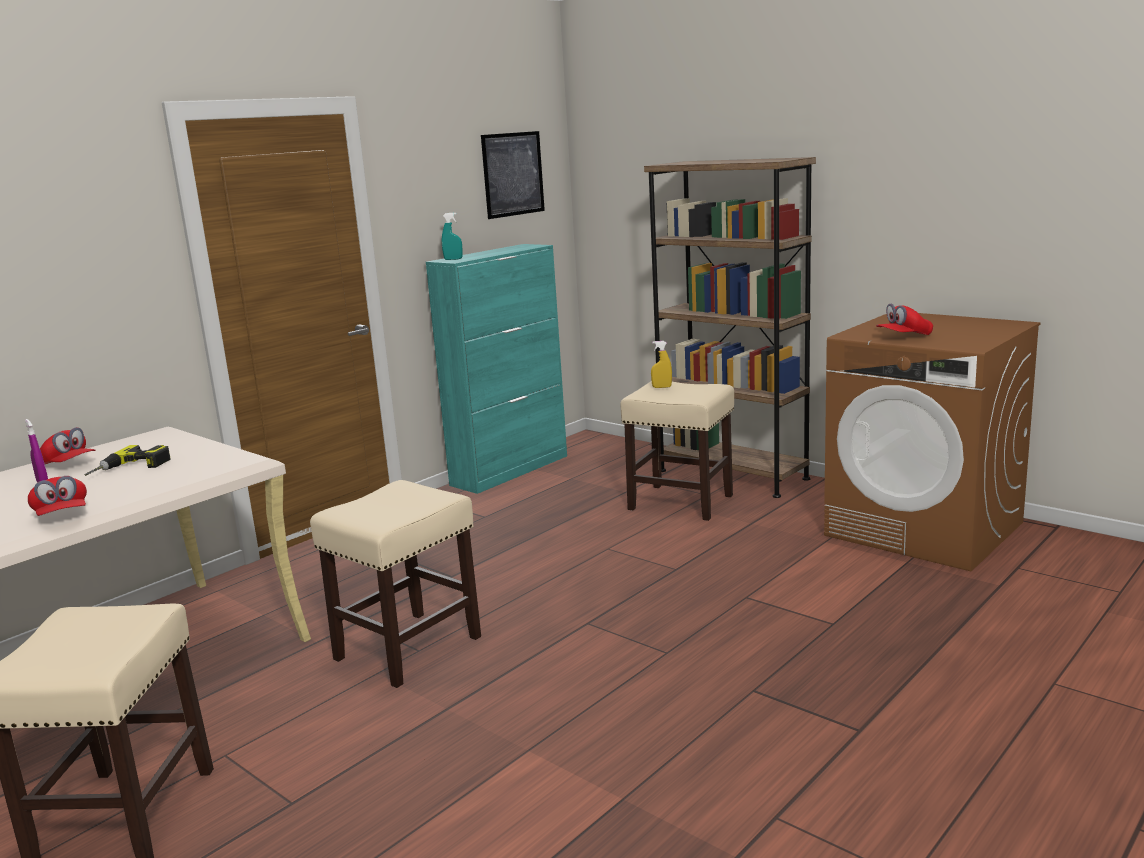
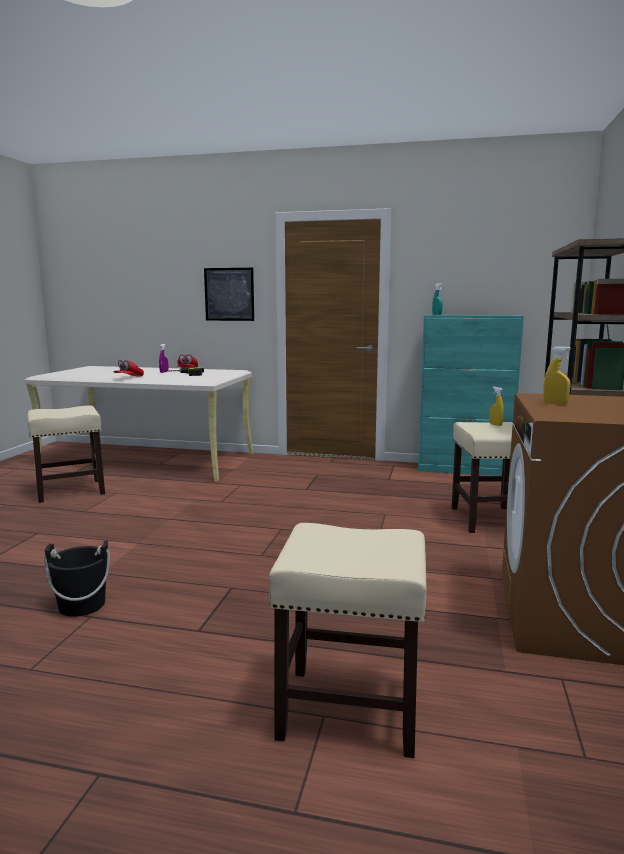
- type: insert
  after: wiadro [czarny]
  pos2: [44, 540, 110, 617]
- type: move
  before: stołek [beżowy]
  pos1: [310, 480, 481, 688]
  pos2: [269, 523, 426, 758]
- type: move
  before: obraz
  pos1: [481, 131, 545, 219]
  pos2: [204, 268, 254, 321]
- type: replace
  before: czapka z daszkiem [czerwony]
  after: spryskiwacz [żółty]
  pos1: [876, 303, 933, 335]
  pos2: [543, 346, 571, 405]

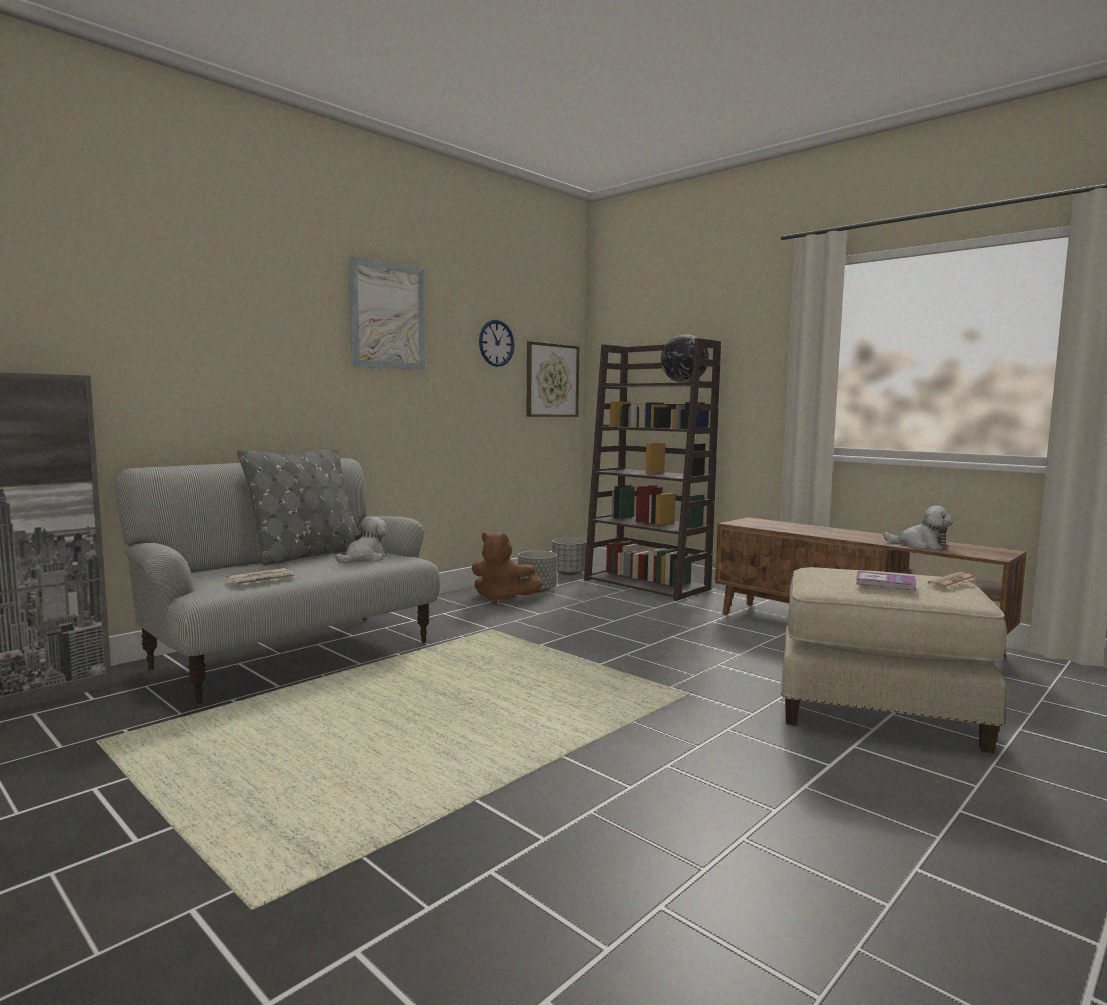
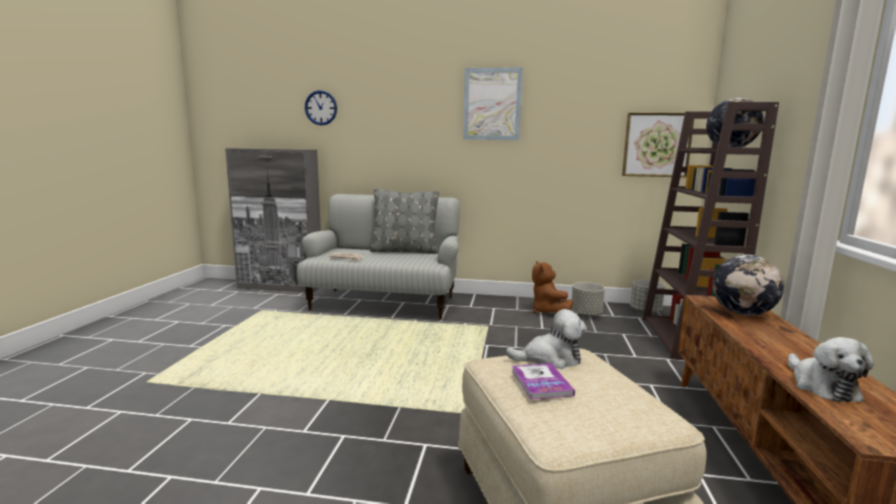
- type: delete
  before: gazeta
  pos1: [928, 572, 975, 589]
- type: insert
  after: globus
  pos2: [712, 255, 784, 316]
- type: move
  before: pluszak
  pos1: [336, 516, 388, 563]
  pos2: [506, 309, 587, 369]
- type: move
  before: zegar ścienny
  pos1: [479, 320, 515, 367]
  pos2: [305, 90, 337, 125]

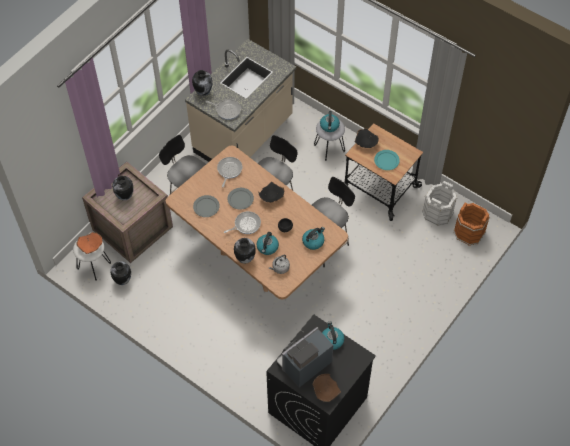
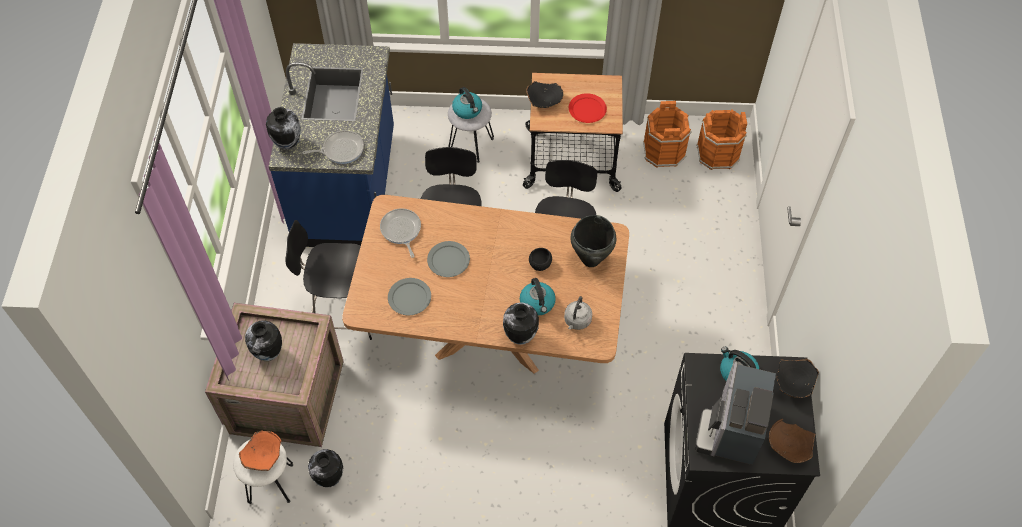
- type: delete
  before: patelnia
  pos1: [224, 211, 261, 234]
- type: move
  before: miska [czarny]
  pos1: [258, 182, 284, 203]
  pos2: [776, 359, 819, 398]
- type: replace
  before: czajnik
  after: garnek [czarny]
  pos1: [302, 227, 325, 250]
  pos2: [571, 215, 616, 267]
- type: recolor
  before: zabudowa kuchenna [beżowy]
  after: zabudowa kuchenna [niebieski]
  pos1: [185, 39, 296, 162]
  pos2: [269, 43, 394, 247]
- type: recolor
  before: talerz [turkusowy]
  after: talerz [czerwony]
  pos1: [374, 150, 400, 170]
  pos2: [569, 93, 607, 123]
- type: recolor
  before: wiadro [biały]
  after: wiadro [pomarańczowy]
  pos1: [422, 181, 457, 226]
  pos2: [643, 101, 692, 167]

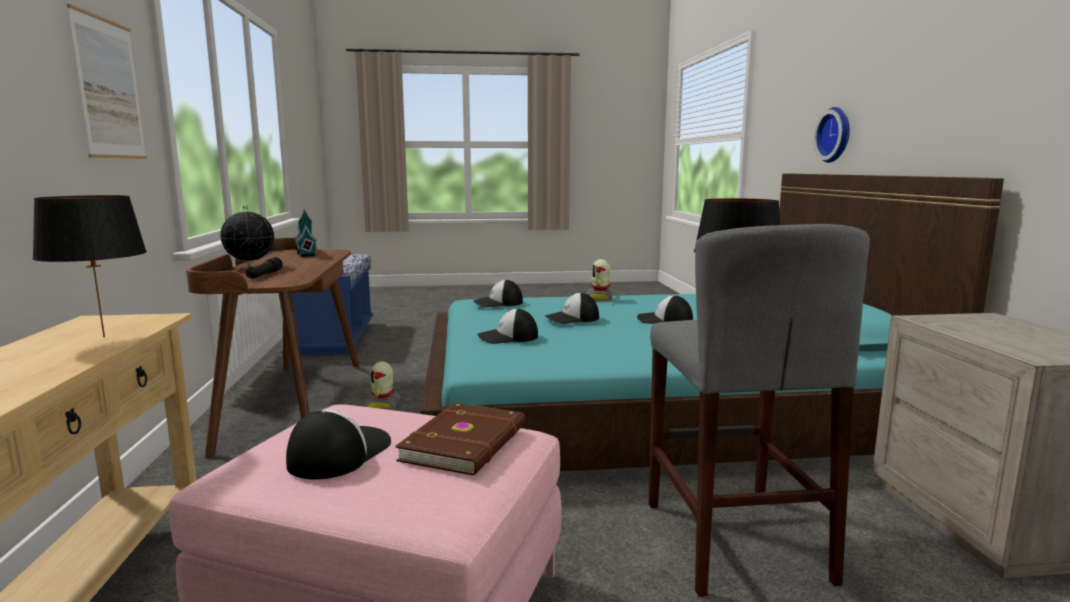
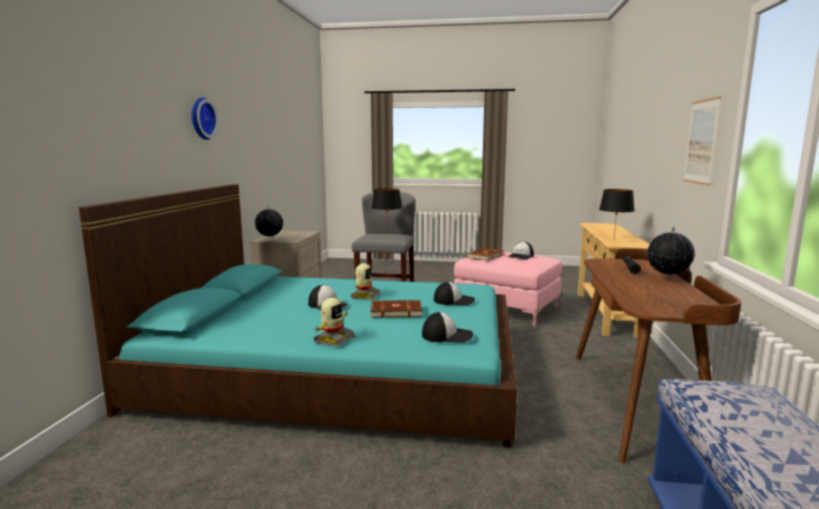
- type: delete
  before: domek
  pos1: [295, 208, 317, 257]
- type: insert
  after: globus
  pos2: [255, 206, 283, 239]
- type: move
  before: robot zabawkowy
  pos1: [363, 361, 400, 410]
  pos2: [351, 263, 380, 300]
- type: move
  before: zegar ścienny
  pos1: [813, 107, 850, 163]
  pos2: [191, 97, 218, 140]
- type: replace
  before: czapka z daszkiem
  after: książka [brązowy]
  pos1: [545, 292, 599, 324]
  pos2: [371, 300, 422, 318]

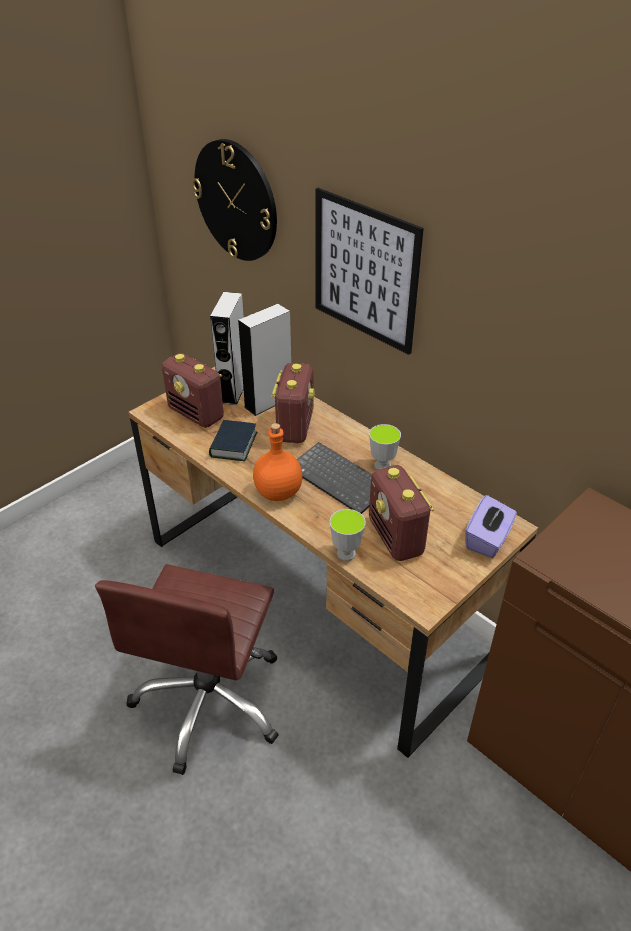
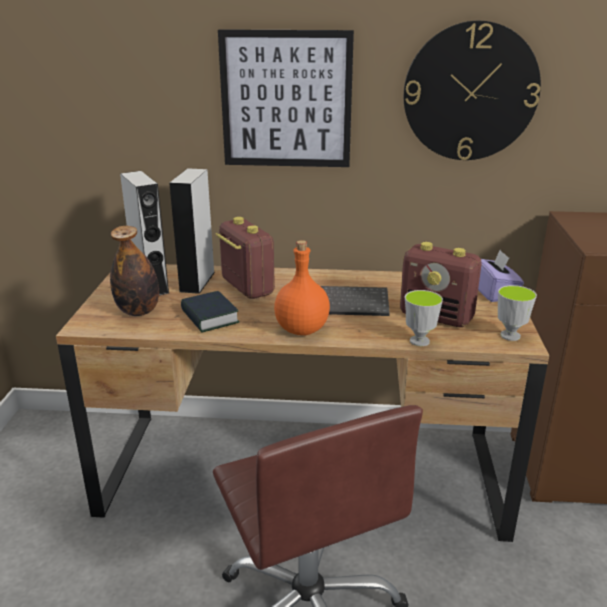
- type: move
  before: zegar ścienny
  pos1: [192, 139, 277, 261]
  pos2: [404, 21, 541, 160]
- type: move
  before: filiżanka
  pos1: [369, 424, 401, 470]
  pos2: [498, 285, 537, 341]
- type: replace
  before: radio
  after: butelka
  pos1: [162, 353, 224, 428]
  pos2: [110, 226, 159, 316]

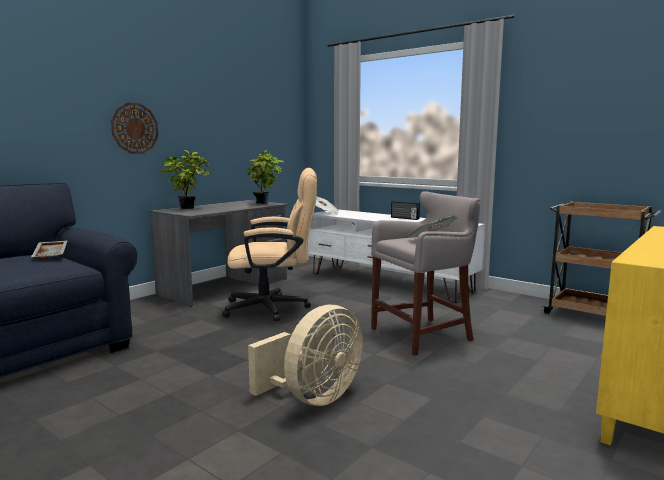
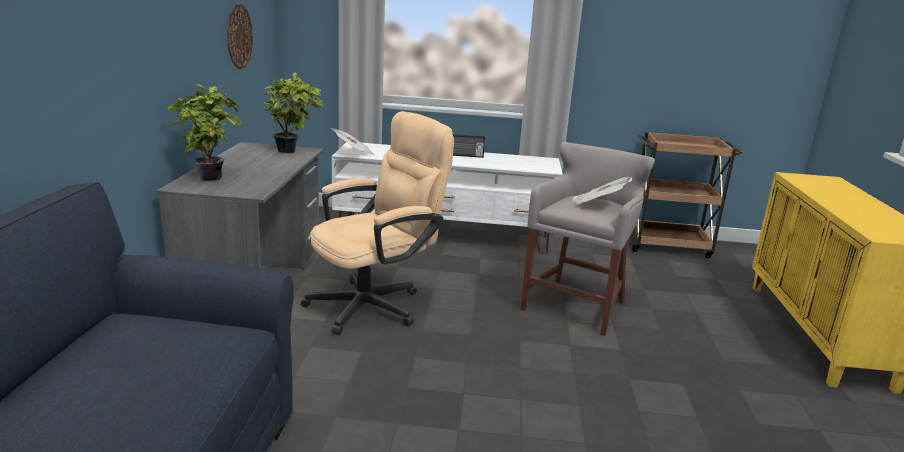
- type: delete
  before: taca [szary]
  pos1: [31, 240, 68, 260]
- type: delete
  before: wentylator [beżowy]
  pos1: [248, 305, 363, 406]
- type: move
  before: zegar ścienny
  pos1: [111, 103, 158, 154]
  pos2: [227, 4, 253, 69]

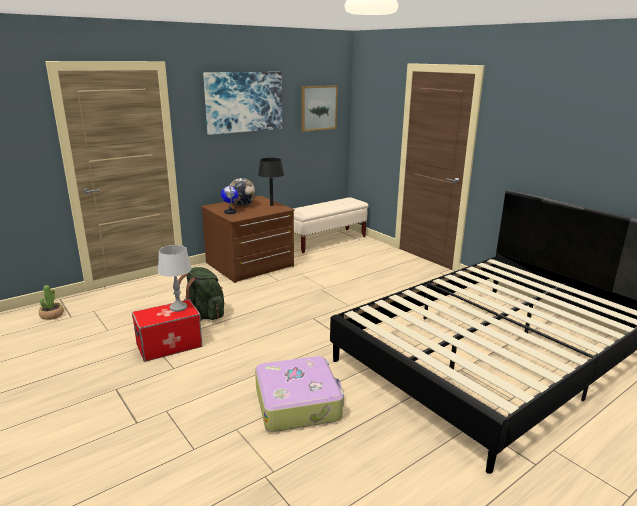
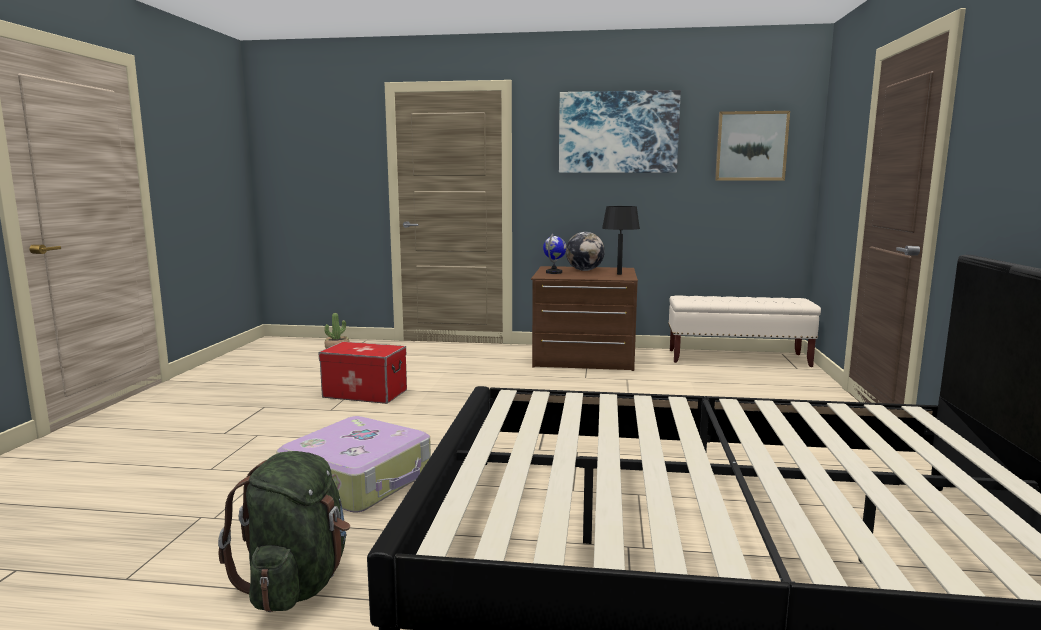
- type: delete
  before: lampa stołowa [szary]
  pos1: [158, 245, 192, 312]
- type: move
  before: plecak [zielony]
  pos1: [175, 267, 224, 321]
  pos2: [218, 451, 350, 612]

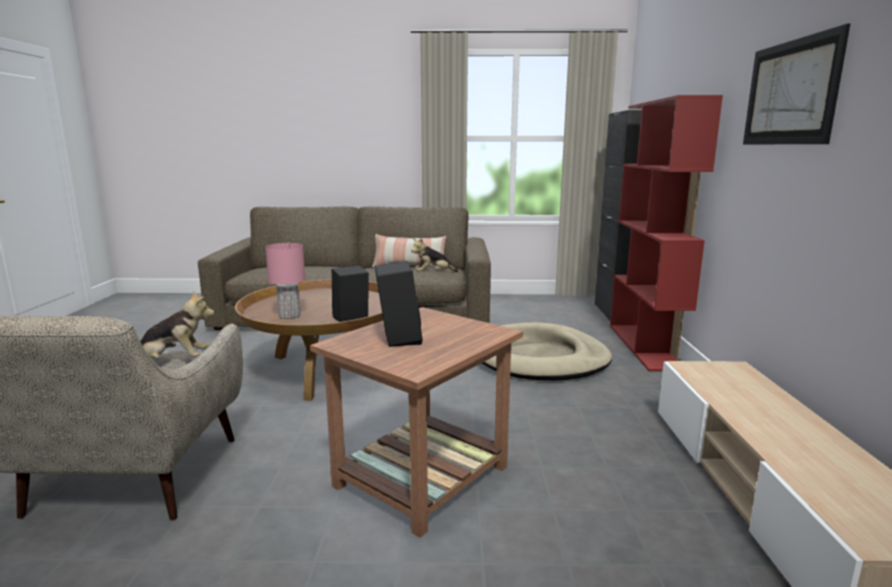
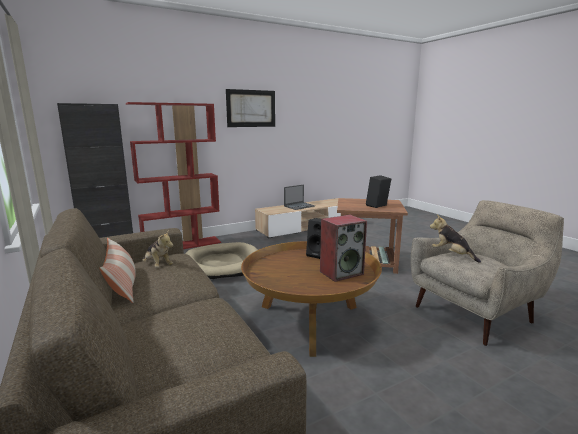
- type: insert
  after: laptop
  pos2: [284, 184, 315, 210]
- type: replace
  before: lampa stołowa [różowy]
  after: głośnik
  pos1: [265, 243, 305, 319]
  pos2: [320, 215, 367, 282]

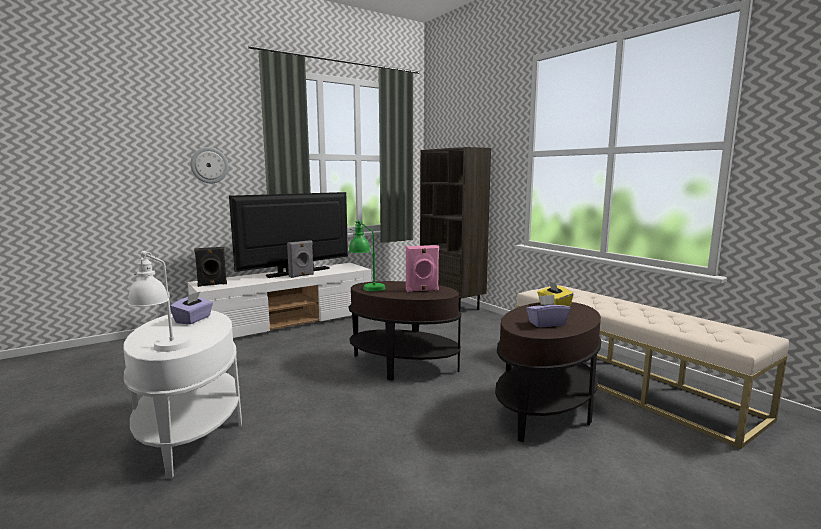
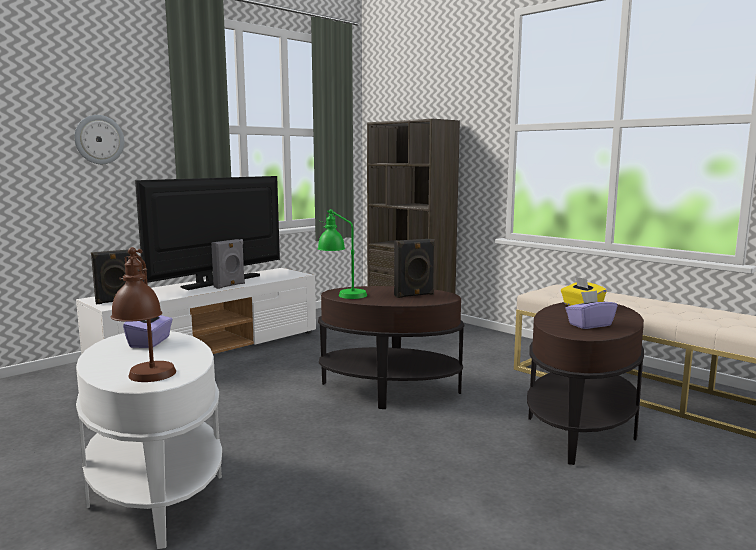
- type: recolor
  before: lampa stołowa [biały]
  after: lampa stołowa [brązowy]
  pos1: [128, 251, 191, 352]
  pos2: [111, 247, 176, 382]
- type: recolor
  before: głośnik [różowy]
  after: głośnik [czarny]
  pos1: [406, 245, 439, 292]
  pos2: [394, 239, 435, 298]

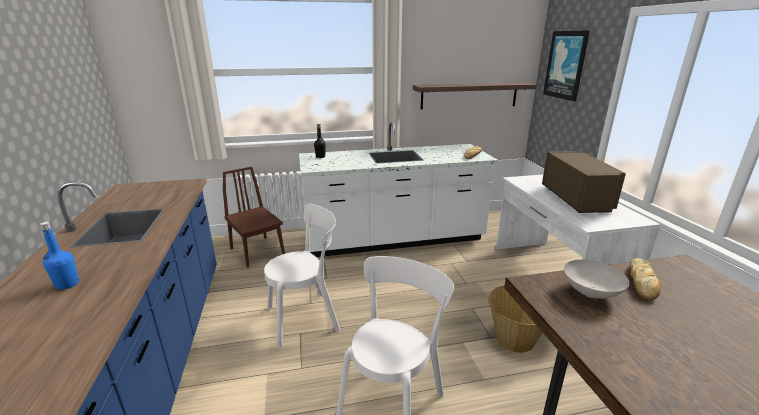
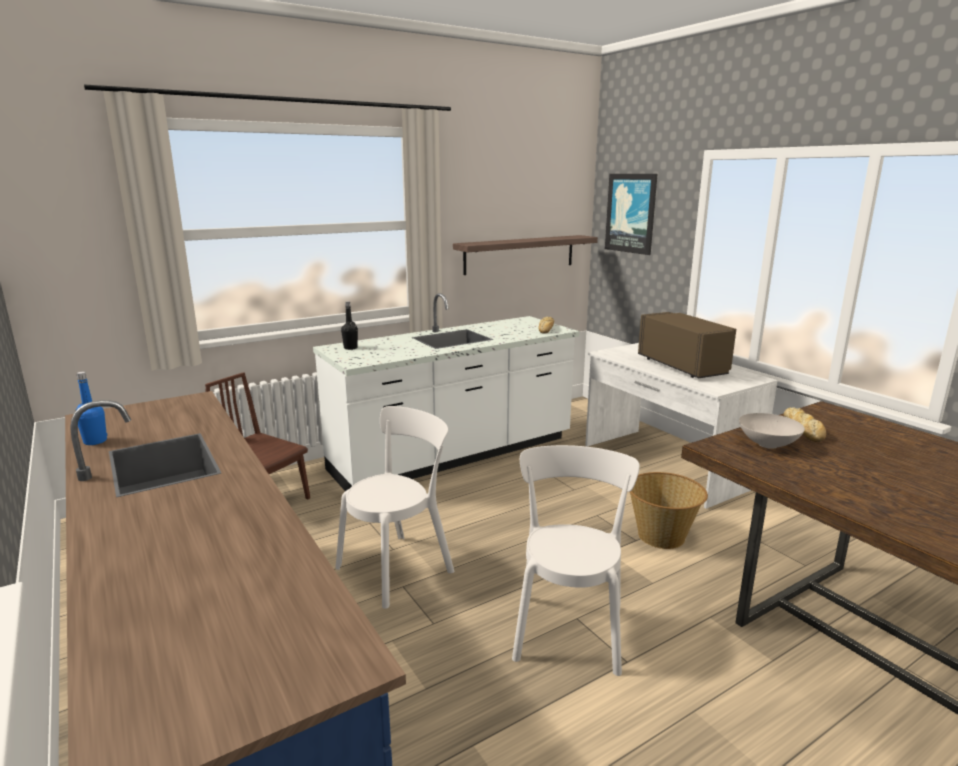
- type: move
  before: butelka [niebieski]
  pos1: [40, 222, 79, 290]
  pos2: [76, 372, 107, 445]

